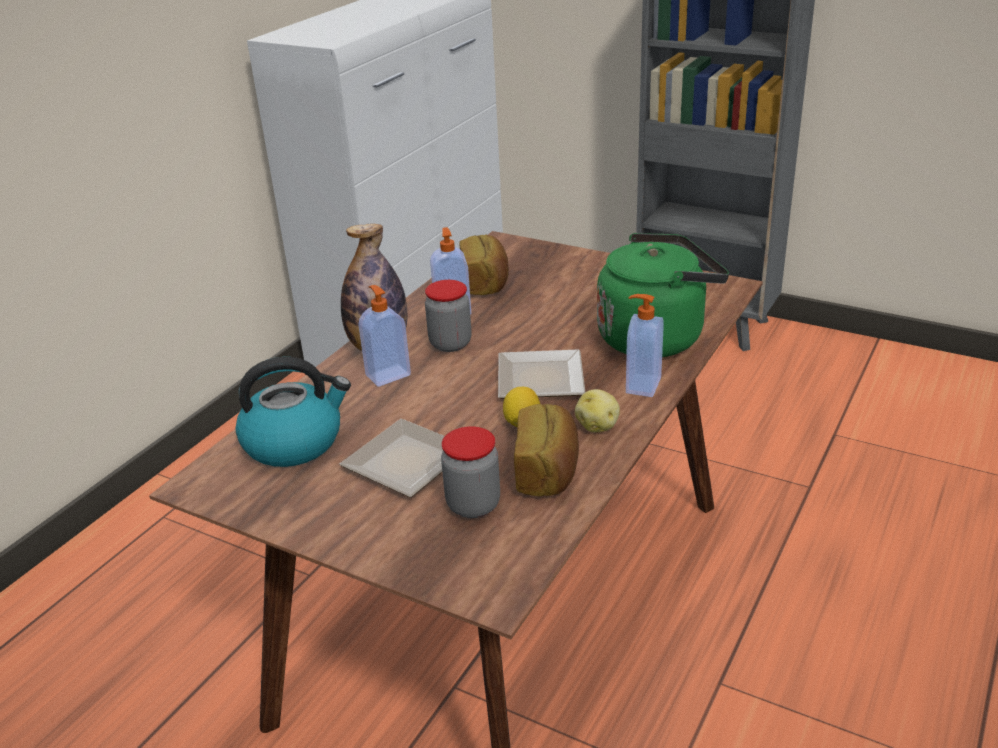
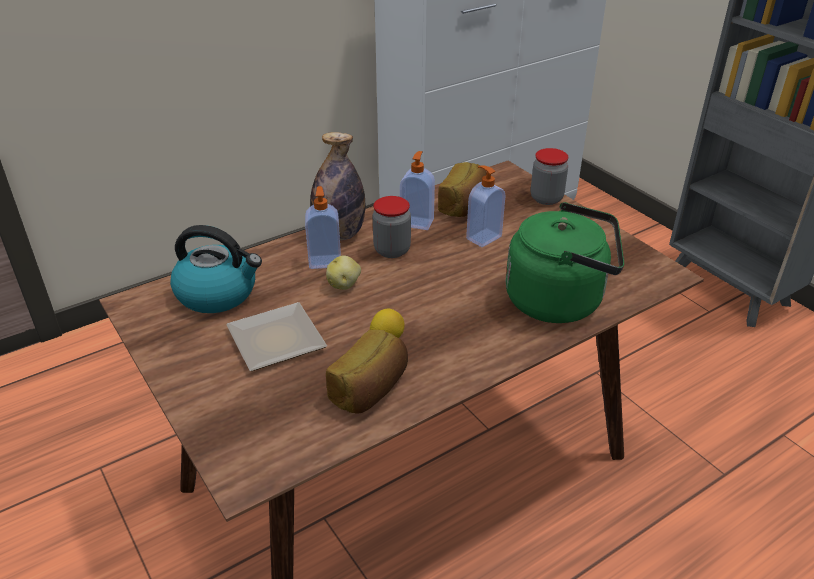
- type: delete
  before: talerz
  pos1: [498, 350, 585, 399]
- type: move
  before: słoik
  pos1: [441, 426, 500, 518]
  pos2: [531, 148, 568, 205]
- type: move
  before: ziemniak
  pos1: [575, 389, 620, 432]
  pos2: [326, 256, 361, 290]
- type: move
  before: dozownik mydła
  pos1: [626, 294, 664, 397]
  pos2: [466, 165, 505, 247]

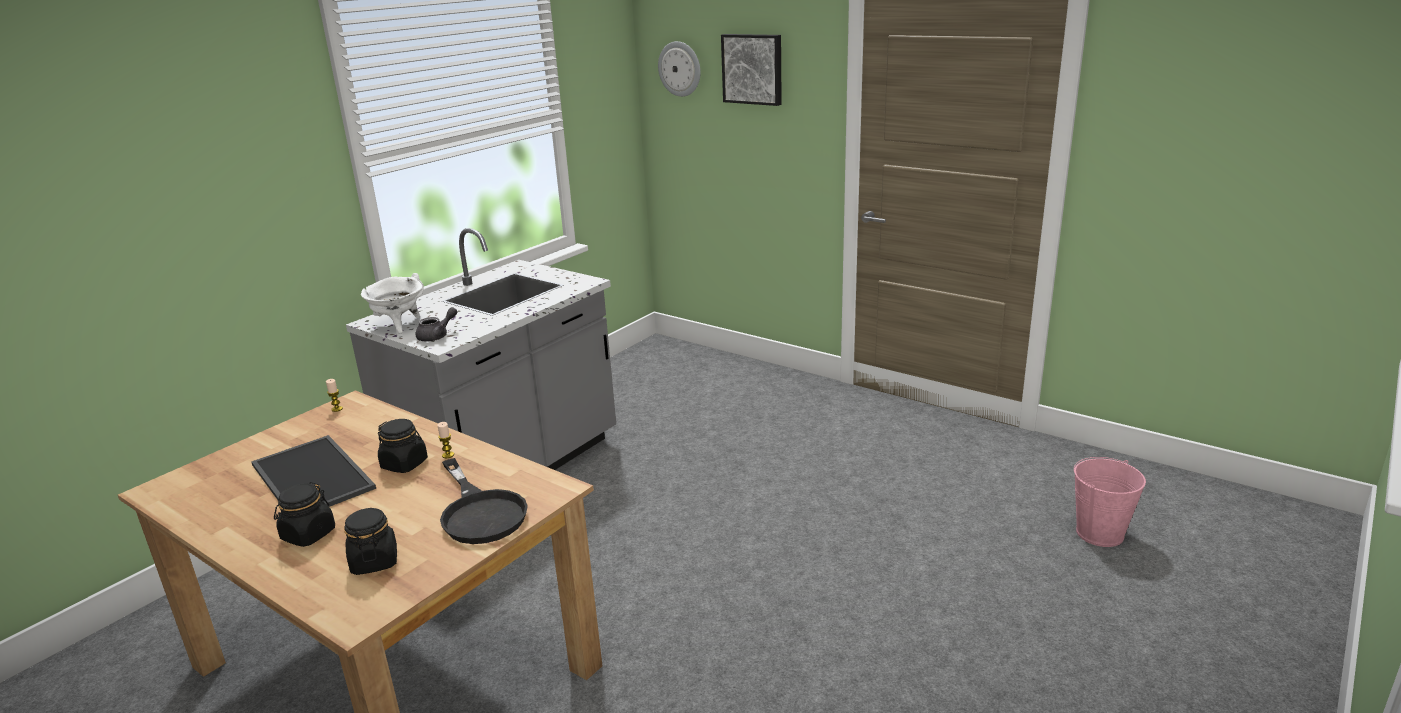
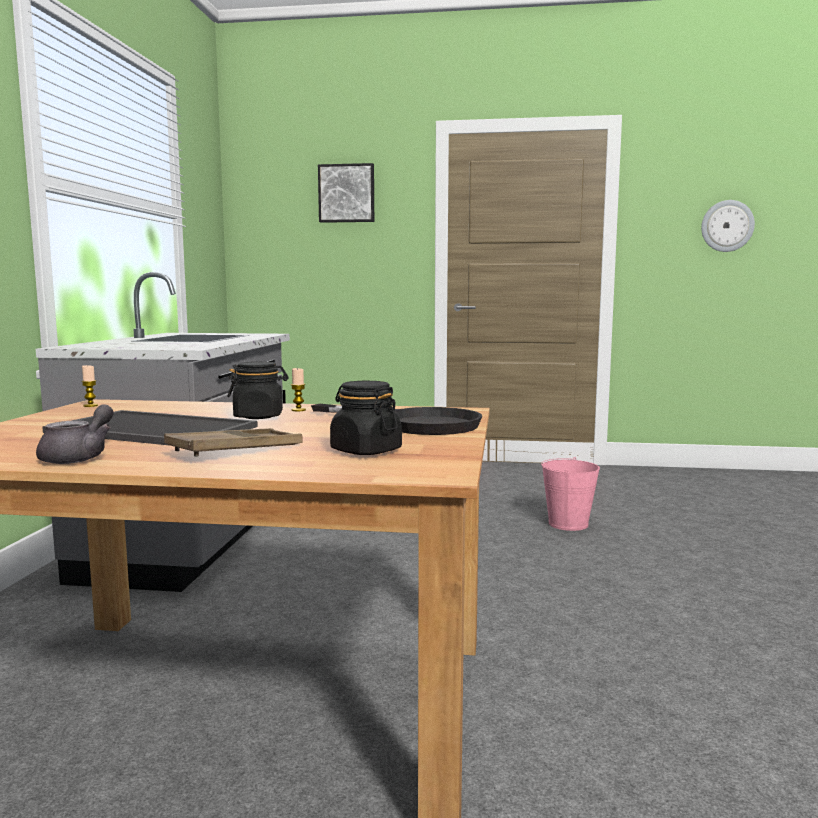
- type: delete
  before: garnek [biały]
  pos1: [361, 273, 424, 334]
- type: move
  before: imbryk [szary]
  pos1: [416, 307, 457, 341]
  pos2: [36, 404, 114, 464]
- type: move
  before: zegar ścienny
  pos1: [658, 41, 701, 97]
  pos2: [701, 200, 755, 252]
- type: move
  before: wiadro [różowy]
  pos1: [1074, 457, 1146, 547]
  pos2: [541, 457, 600, 531]
- type: replace
  before: słoik [czarny]
  after: taca [brązowy]
  pos1: [274, 482, 335, 547]
  pos2: [164, 428, 303, 457]

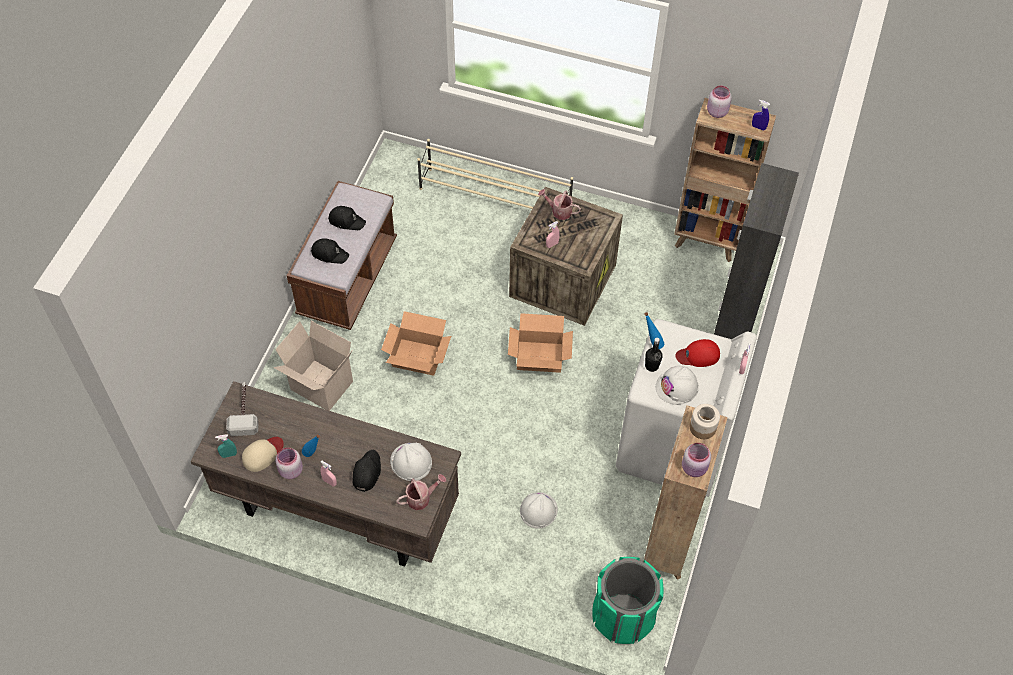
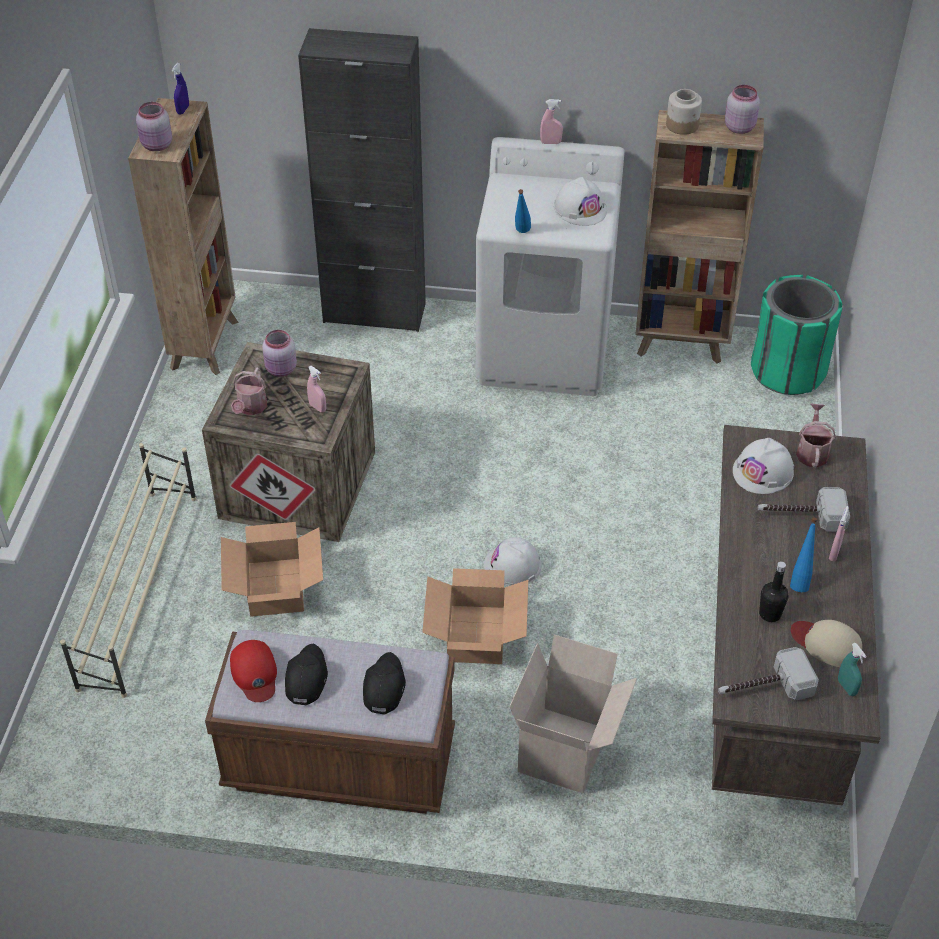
- type: move
  before: słoik [różowy]
  pos1: [275, 448, 303, 479]
  pos2: [262, 330, 297, 377]
- type: move
  before: karton
  pos1: [508, 313, 573, 373]
  pos2: [221, 522, 323, 617]
- type: move
  before: kask [biały]
  pos1: [520, 492, 558, 529]
  pos2: [484, 537, 541, 586]
- type: move
  before: butelka [czarny]
  pos1: [645, 338, 663, 372]
  pos2: [759, 561, 789, 622]
- type: move
  before: czapka z daszkiem [czerwony]
  pos1: [675, 339, 720, 367]
  pos2: [230, 640, 277, 702]
- type: replace
  before: czapka z daszkiem [czarny]
  after: młotek
  pos1: [352, 450, 381, 492]
  pos2: [758, 487, 850, 532]
- type: rotate
  before: konewka
  pos1: [396, 474, 446, 510]
  pos2: [796, 403, 836, 468]
  turn: 45

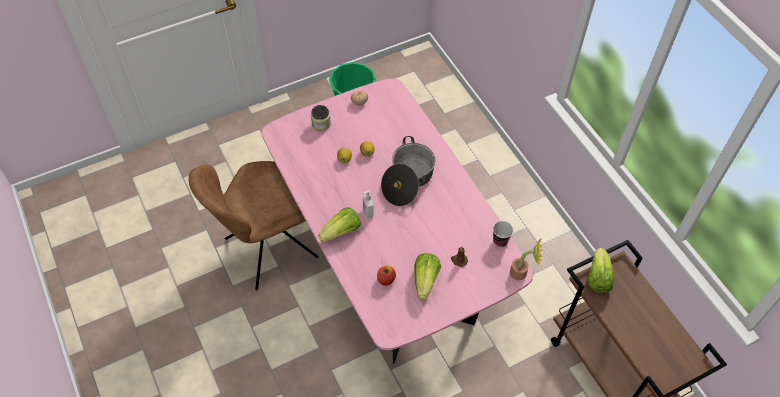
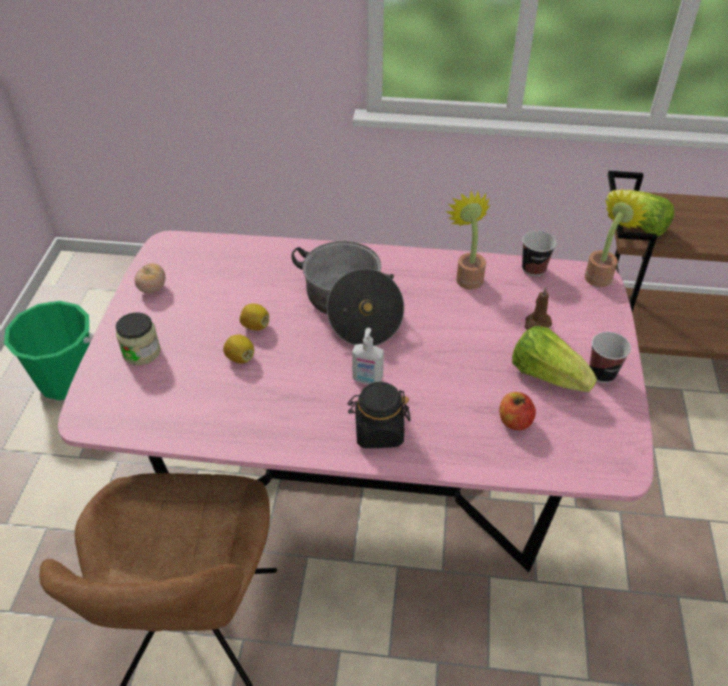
- type: insert
  after: roślina doniczkowa
  pos2: [446, 191, 490, 290]
- type: insert
  after: filiżanka
  pos2: [590, 332, 631, 383]
- type: replace
  before: sałata
  after: słoik [czarny]
  pos1: [318, 207, 361, 242]
  pos2: [348, 382, 411, 448]

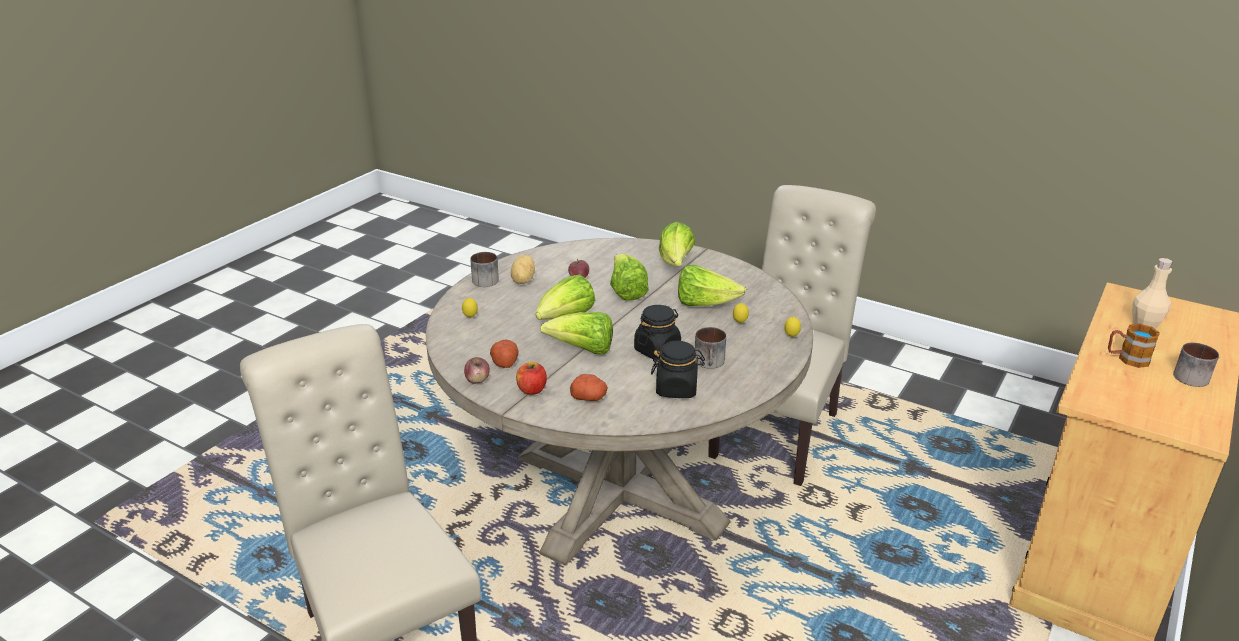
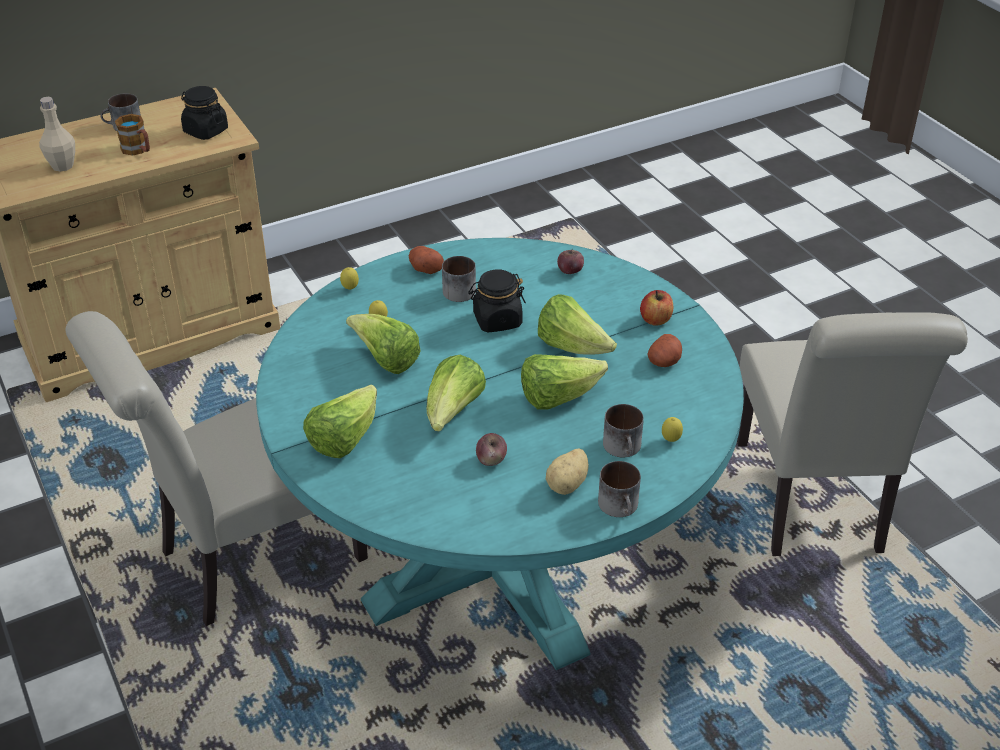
- type: insert
  after: kubek
  pos2: [603, 404, 644, 457]
- type: move
  before: jabłko
  pos1: [464, 357, 490, 384]
  pos2: [557, 249, 584, 274]
- type: move
  before: ziemniak
  pos1: [570, 374, 608, 401]
  pos2: [408, 246, 444, 274]
- type: move
  before: słoik [czarny]
  pos1: [651, 341, 705, 398]
  pos2: [181, 86, 228, 140]
- type: recolor
  before: stół jadalny [beżowy]
  after: stół jadalny [turkusowy]
  pos1: [426, 238, 813, 566]
  pos2: [256, 238, 744, 670]

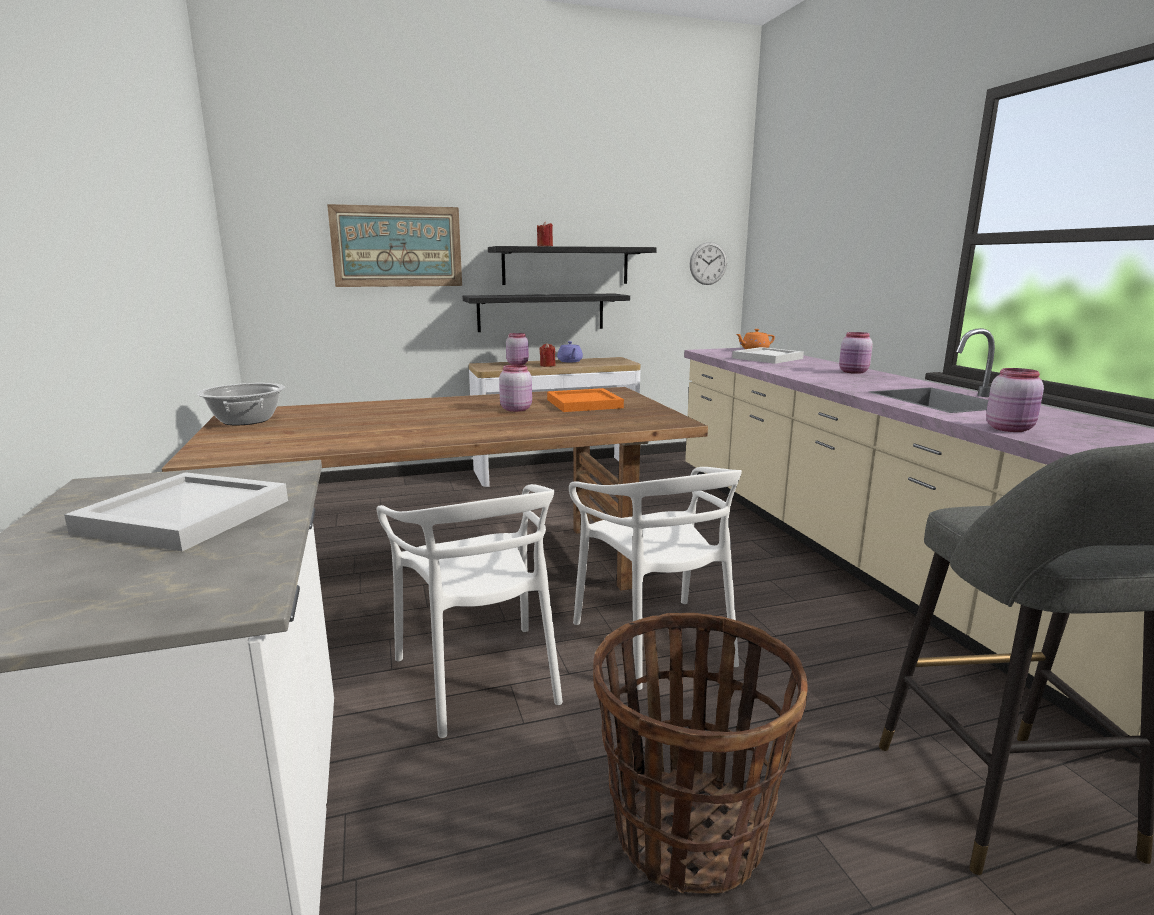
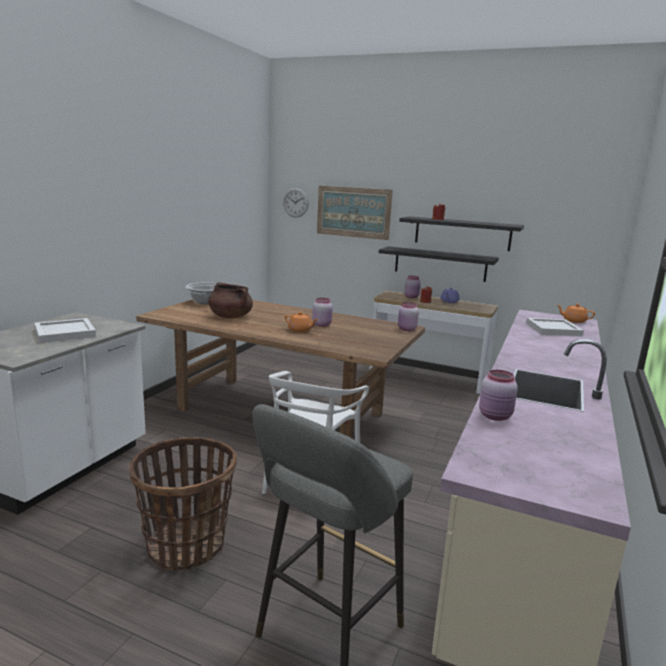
- type: delete
  before: krzesło [biały]
  pos1: [377, 484, 563, 738]
- type: delete
  before: taca [pomarańczowy]
  pos1: [547, 388, 624, 412]
- type: insert
  after: garnek [brązowy]
  pos2: [208, 282, 253, 318]
- type: insert
  after: imbryk [pomarańczowy]
  pos2: [285, 312, 318, 332]
- type: move
  before: zegar ścienny
  pos1: [690, 242, 727, 285]
  pos2: [283, 188, 309, 217]
- type: move
  before: słoik [różowy]
  pos1: [839, 332, 873, 374]
  pos2: [398, 302, 419, 331]

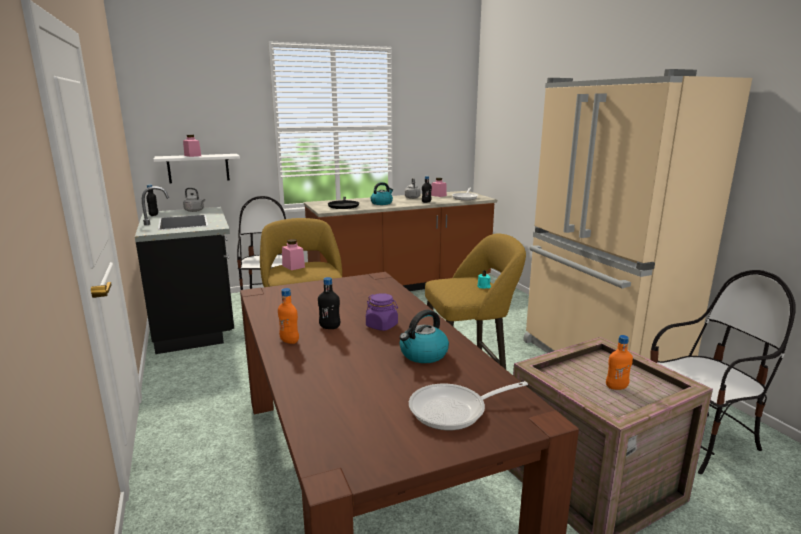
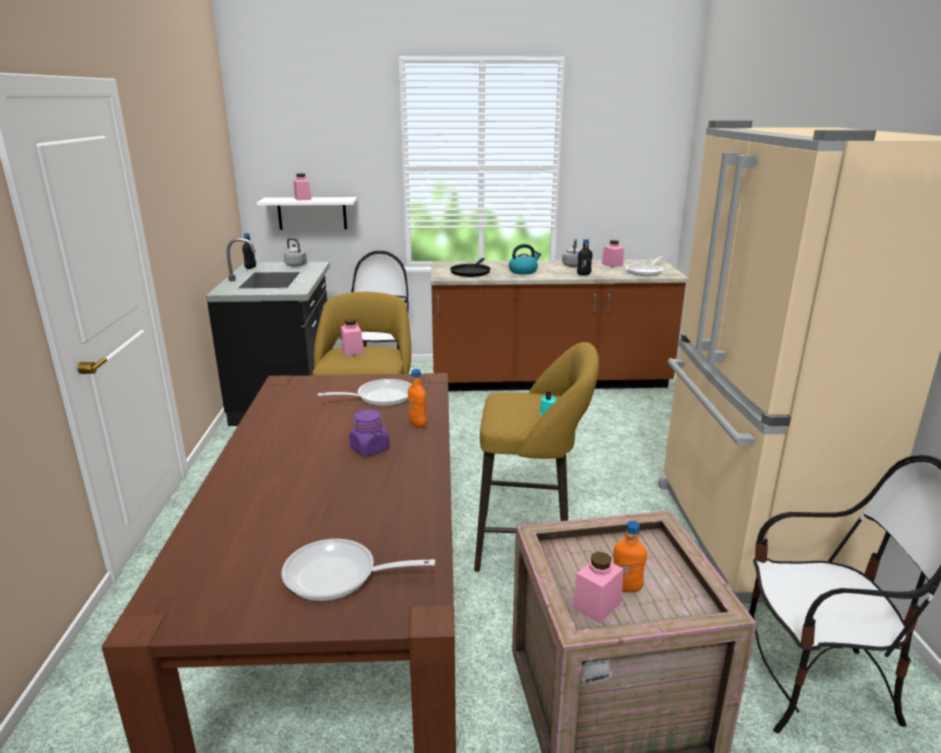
- type: delete
  before: butelka [czarny]
  pos1: [318, 277, 340, 329]
- type: delete
  before: czajnik
  pos1: [400, 310, 449, 363]
- type: insert
  after: patelnia
  pos2: [318, 379, 412, 406]
- type: insert
  after: słoik [różowy]
  pos2: [572, 552, 623, 624]
- type: move
  before: butelka [pomarańczowy]
  pos1: [278, 288, 299, 344]
  pos2: [408, 369, 427, 428]

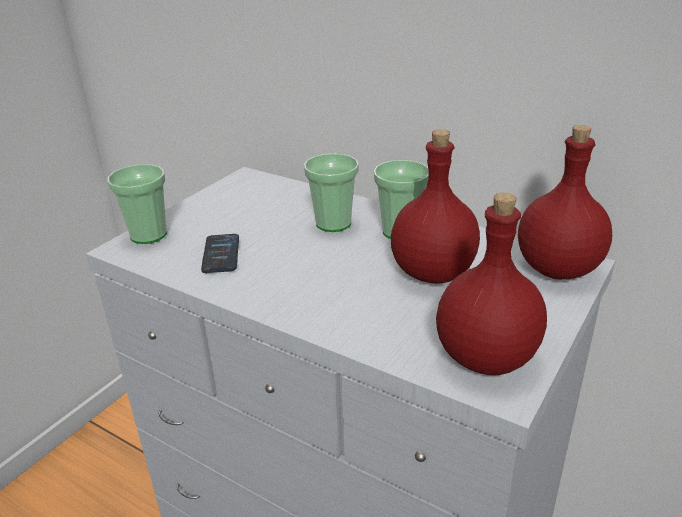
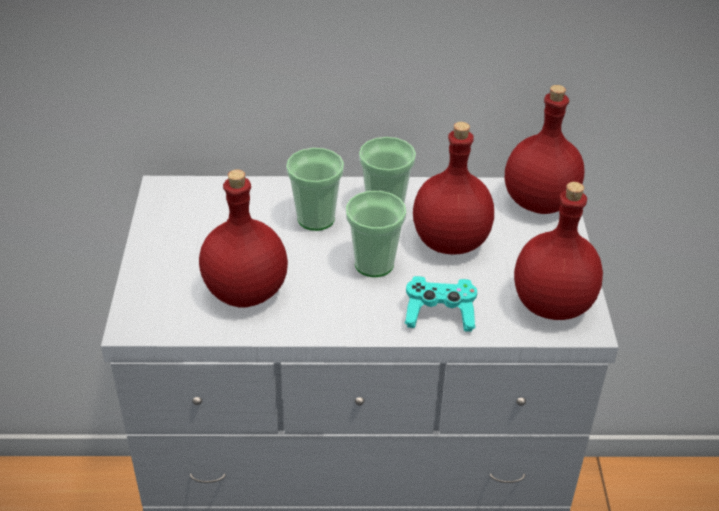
- type: insert
  after: pad do gier [turkusowy]
  pos2: [405, 276, 477, 332]
- type: move
  before: filiżanka
  pos1: [107, 164, 167, 244]
  pos2: [346, 191, 406, 277]
- type: replace
  before: telefon
  after: butelka [czerwony]
  pos1: [201, 234, 239, 273]
  pos2: [199, 169, 288, 308]

